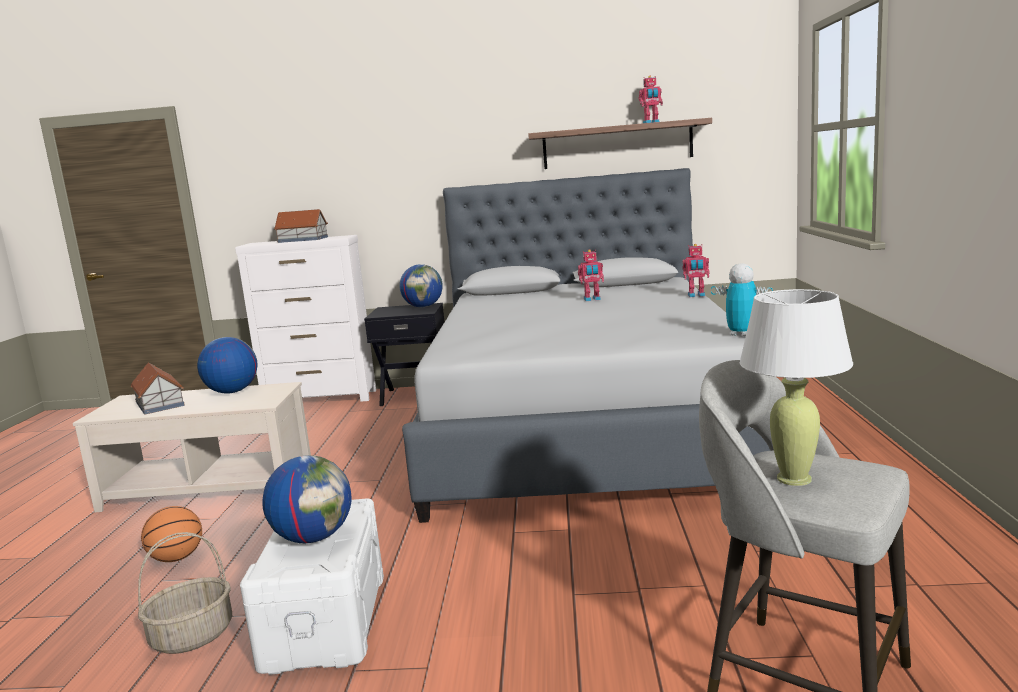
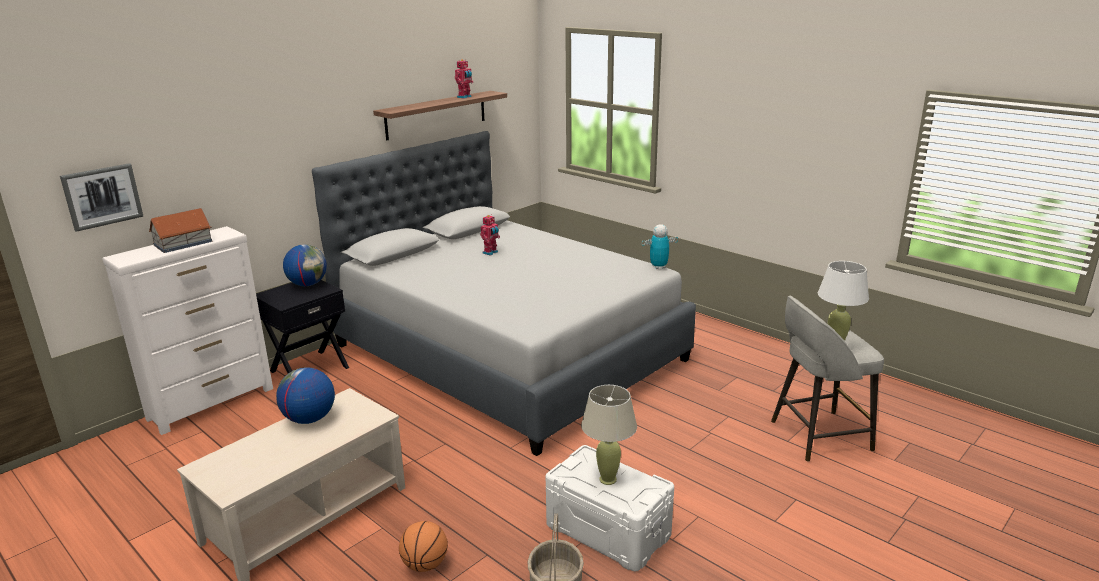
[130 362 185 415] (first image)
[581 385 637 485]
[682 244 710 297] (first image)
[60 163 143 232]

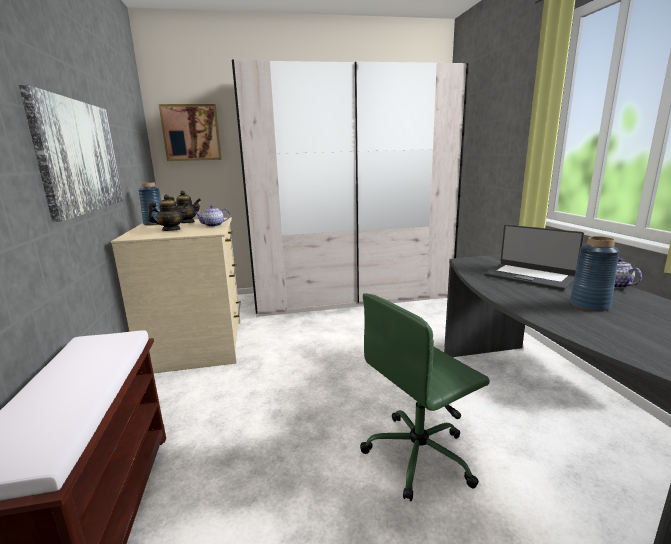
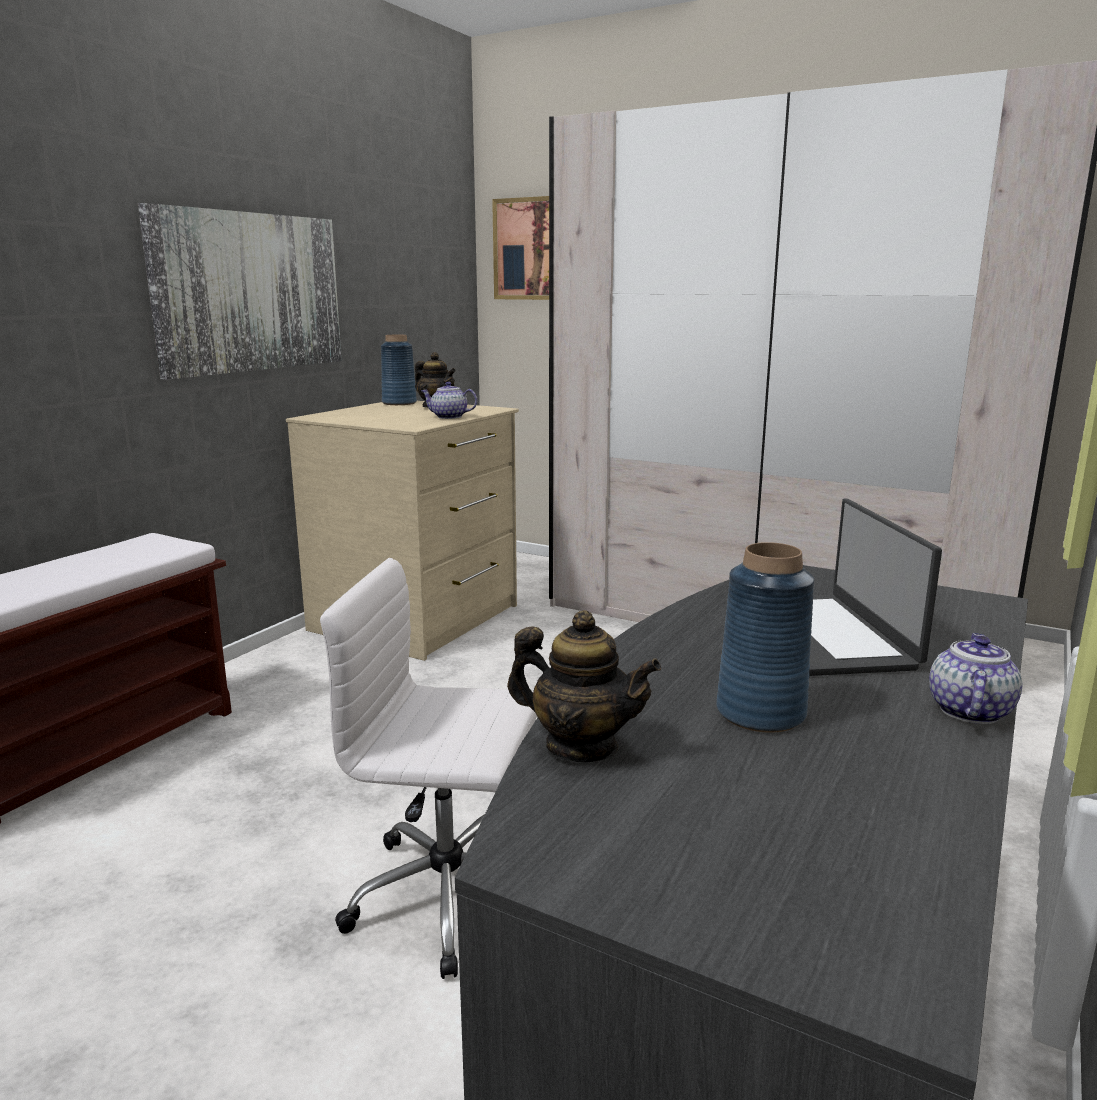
[507 610 661 762]
[320 558 537 979]

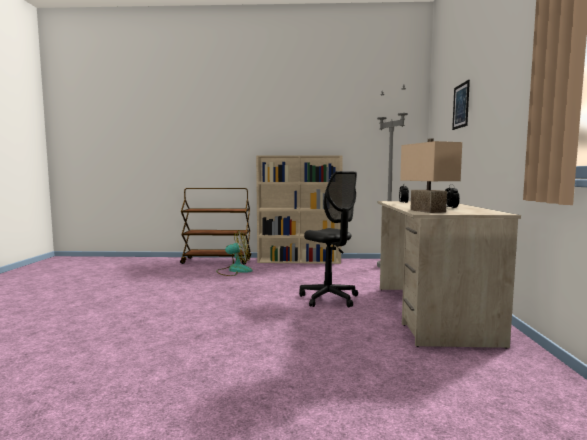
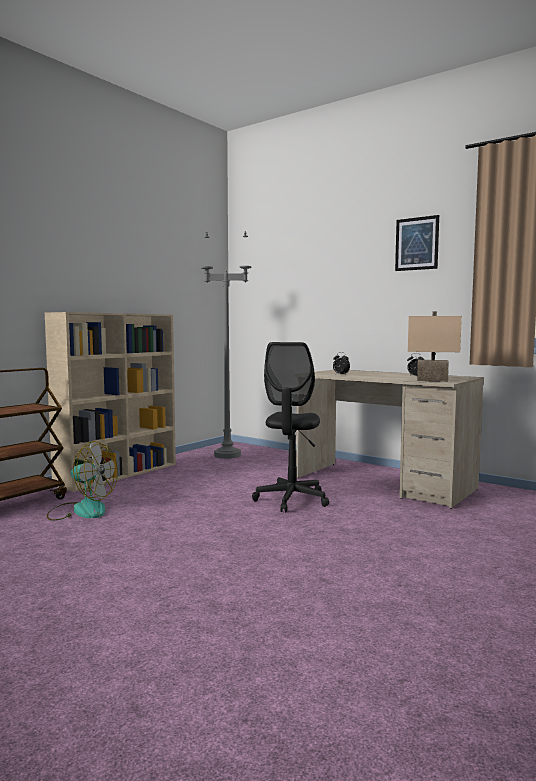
[47 441 118 521]
[252 342 329 512]
[395 215 439 271]

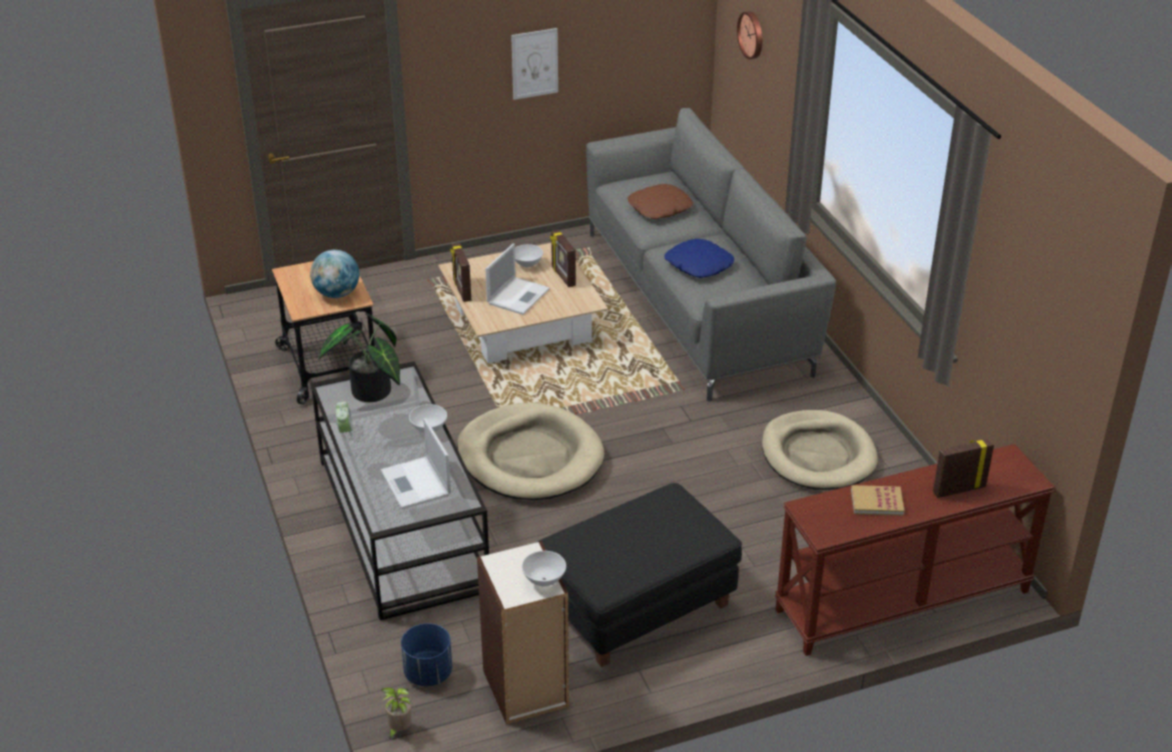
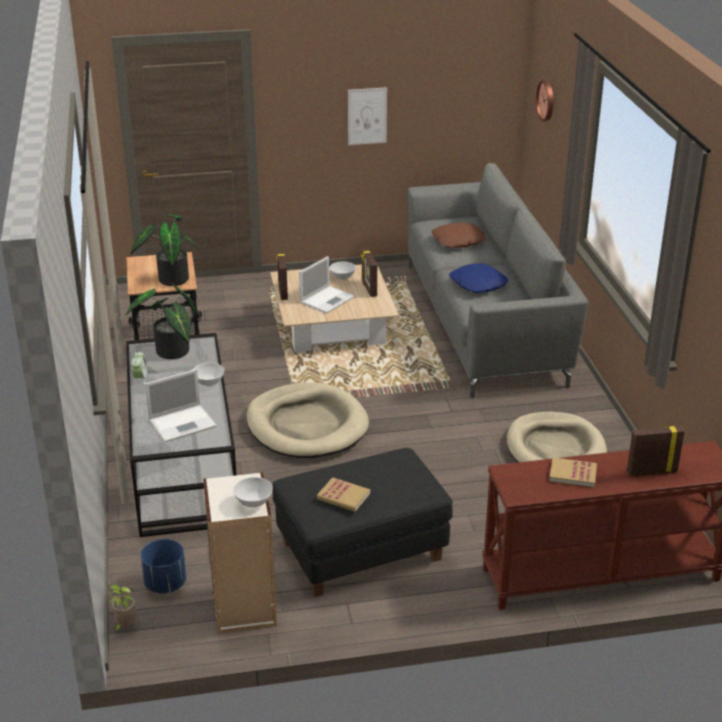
[130 214 200 286]
[145 369 217 442]
[317 477 370 512]

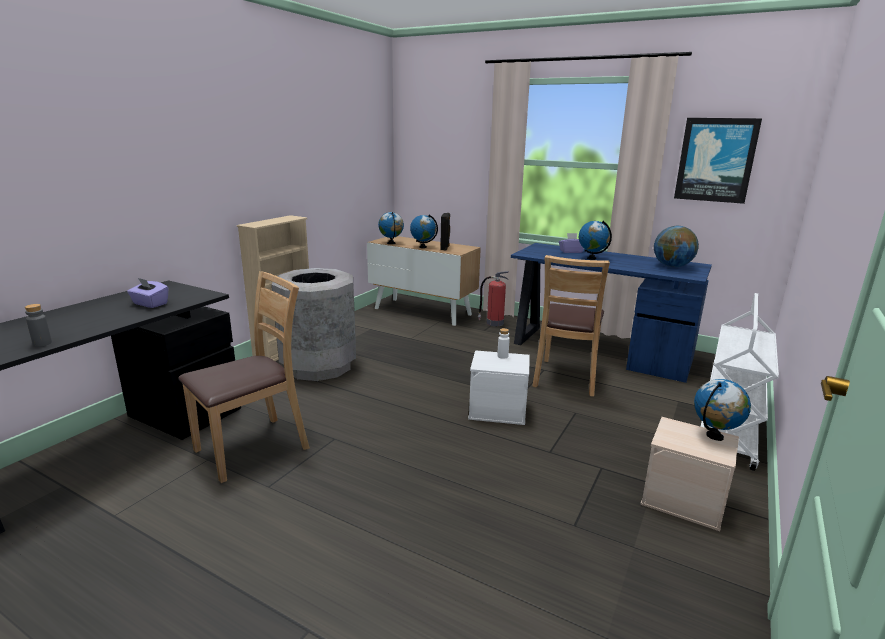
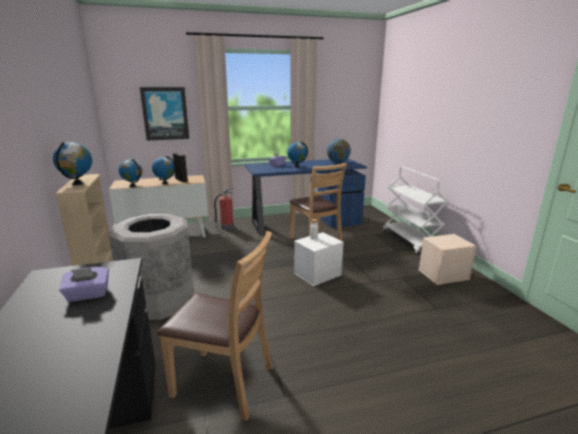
[25 304 52 347] (first image)
[157 231 272 421]
[140 87 189 140]
[53 142 92 185]

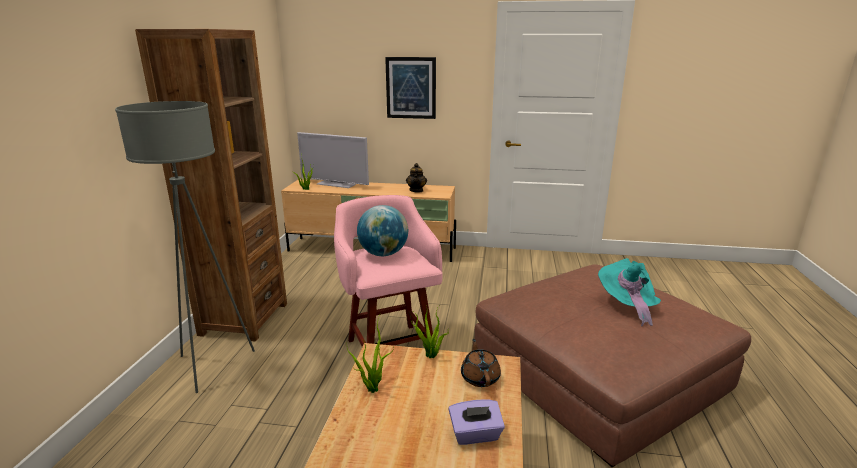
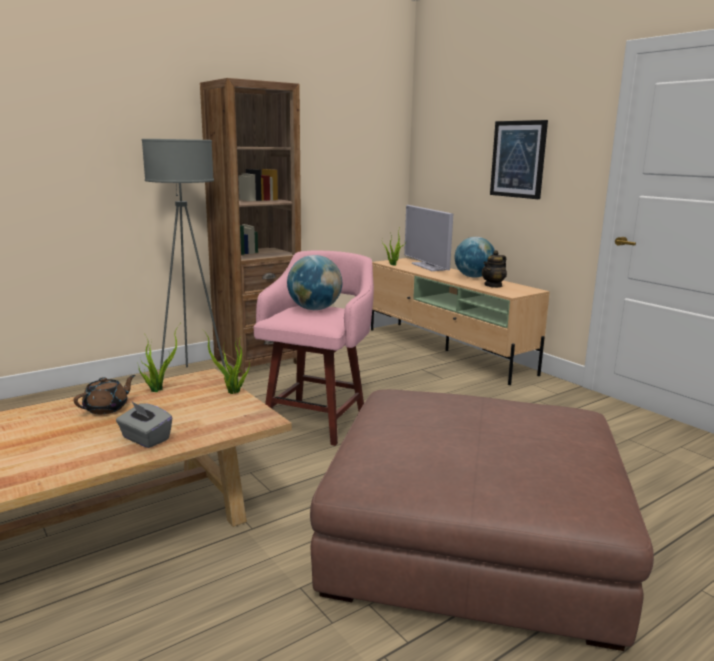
[116 402 172 448]
[74 375 135 414]
[598 258 661 326] (first image)
[455 237 495 278]

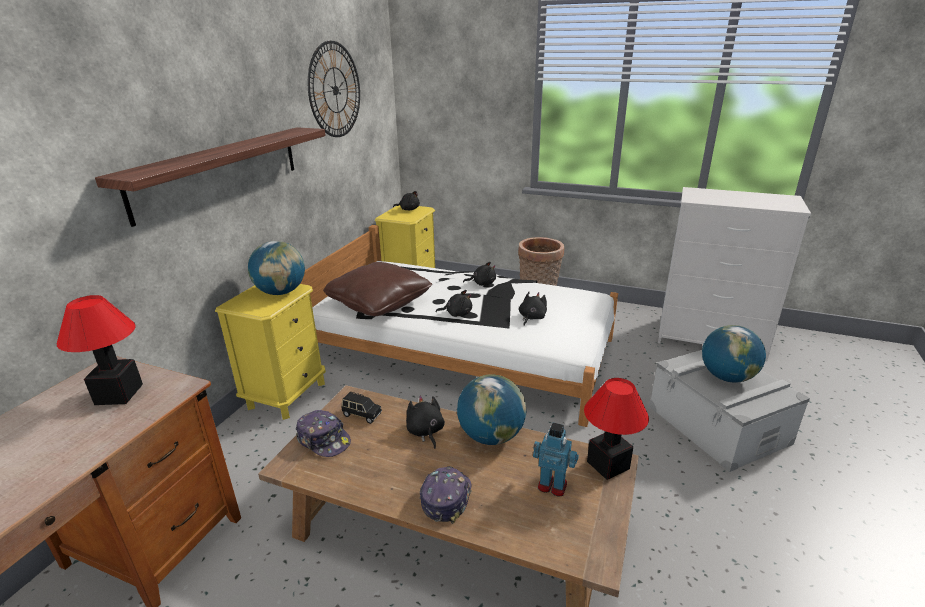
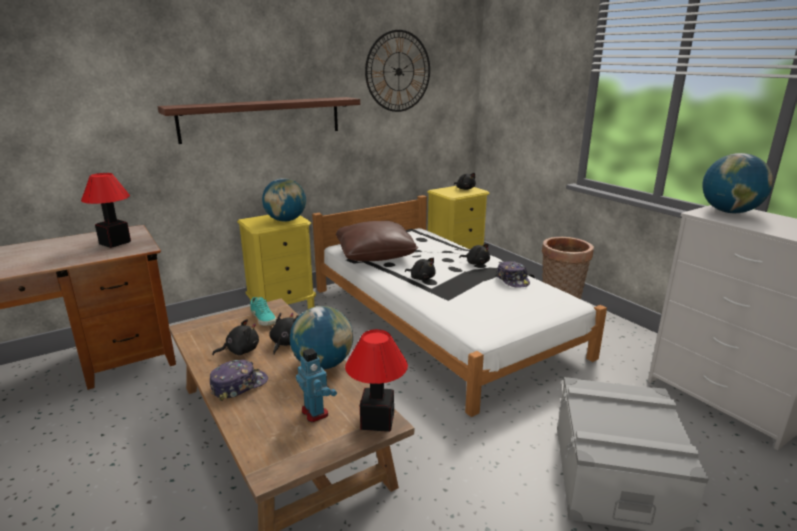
[496 261 530 288]
[250 297 277 326]
[212 319 259 355]
[702 153 773 213]

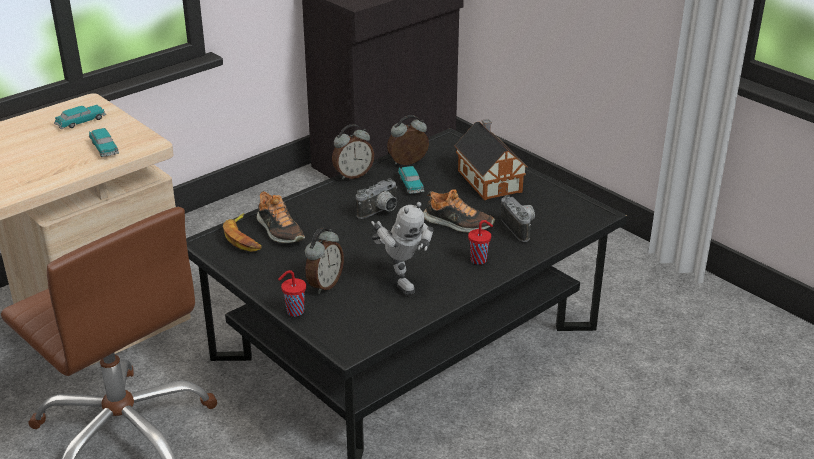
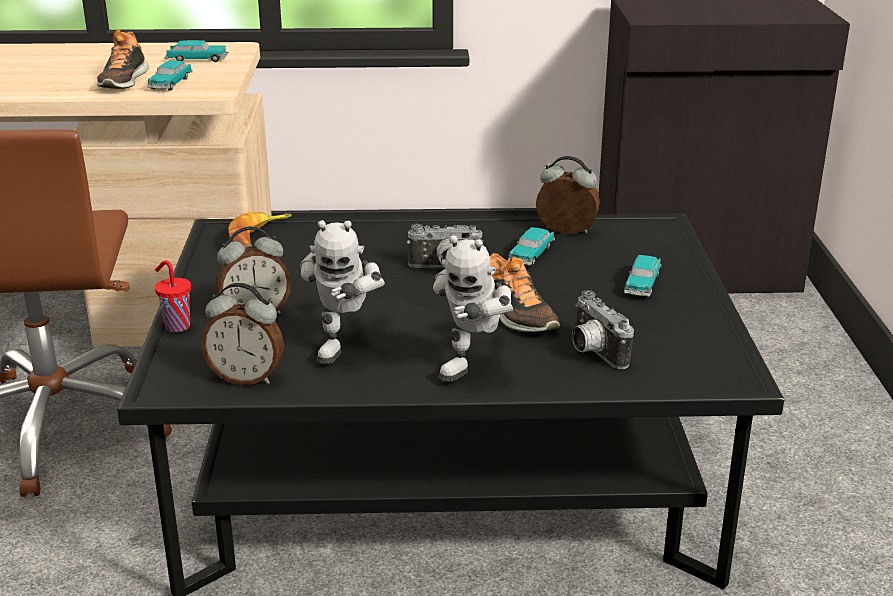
[97 30 149 89]
[201 283 284 385]
[624 255 661 297]
[433 235 513 382]
[572 290 634 369]

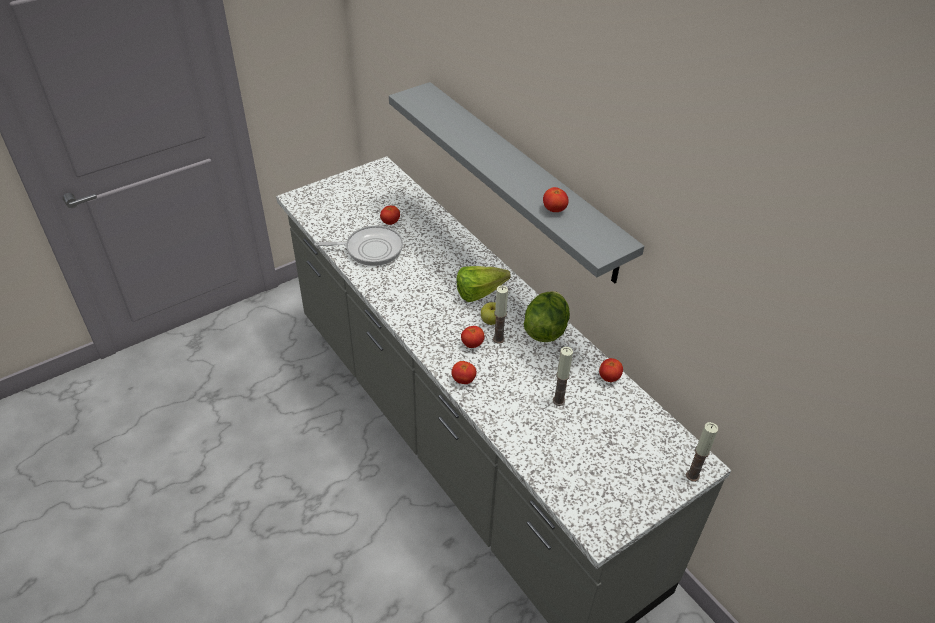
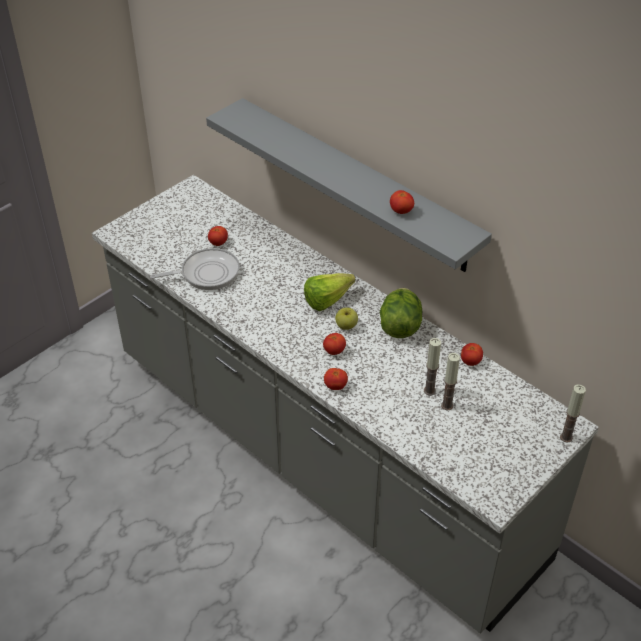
[441 353 460 410]

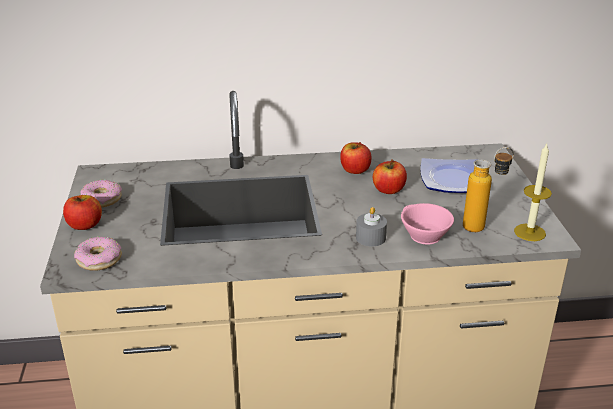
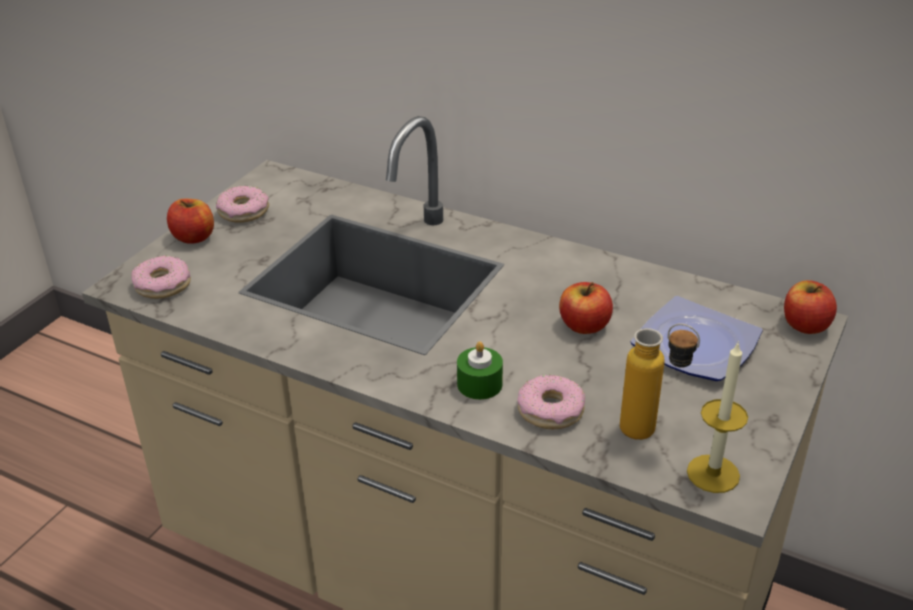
[784 280 837 334]
[457 342 503 400]
[517 375 585 429]

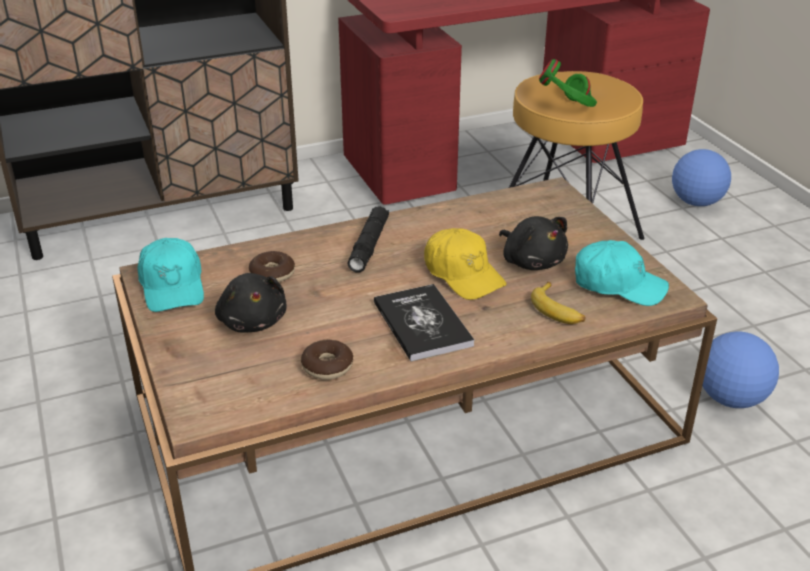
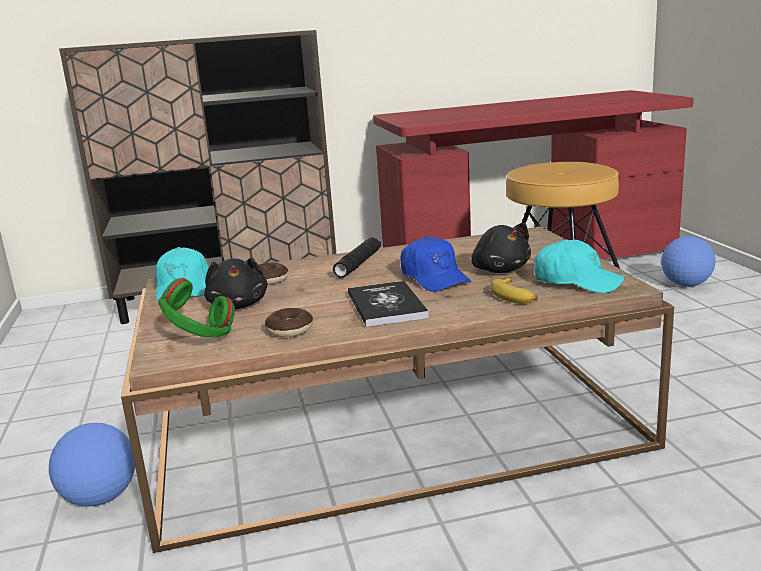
[400 236 472 292]
[159 278 235 337]
[49 423 135 507]

